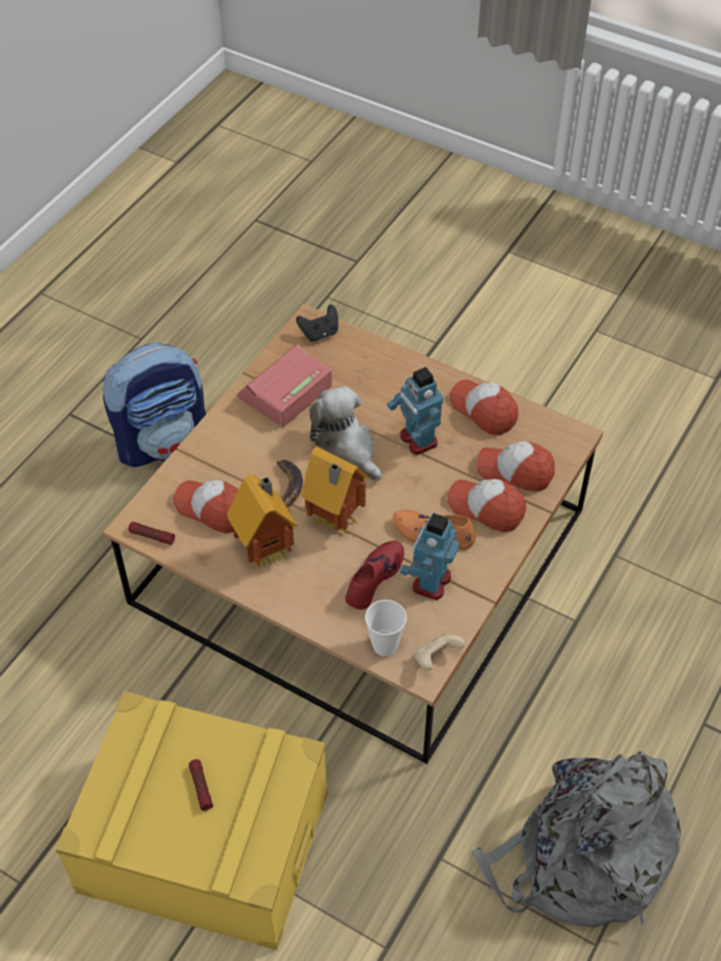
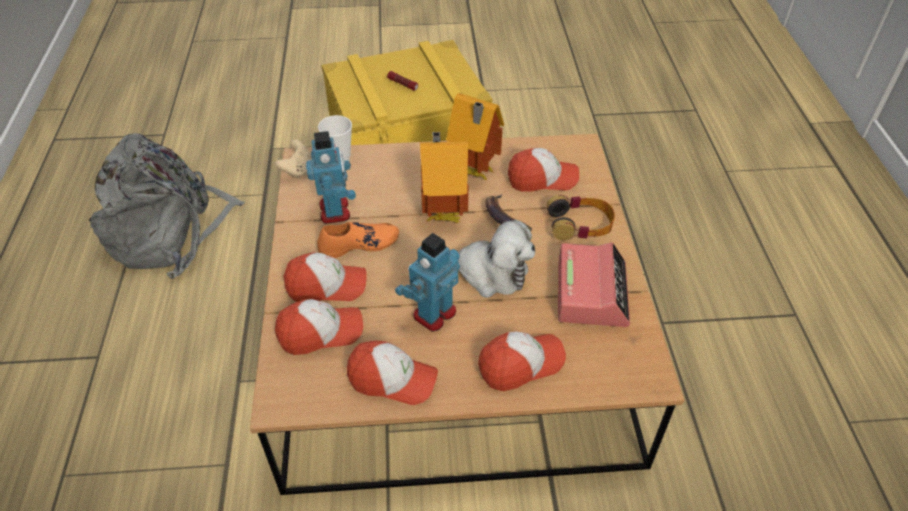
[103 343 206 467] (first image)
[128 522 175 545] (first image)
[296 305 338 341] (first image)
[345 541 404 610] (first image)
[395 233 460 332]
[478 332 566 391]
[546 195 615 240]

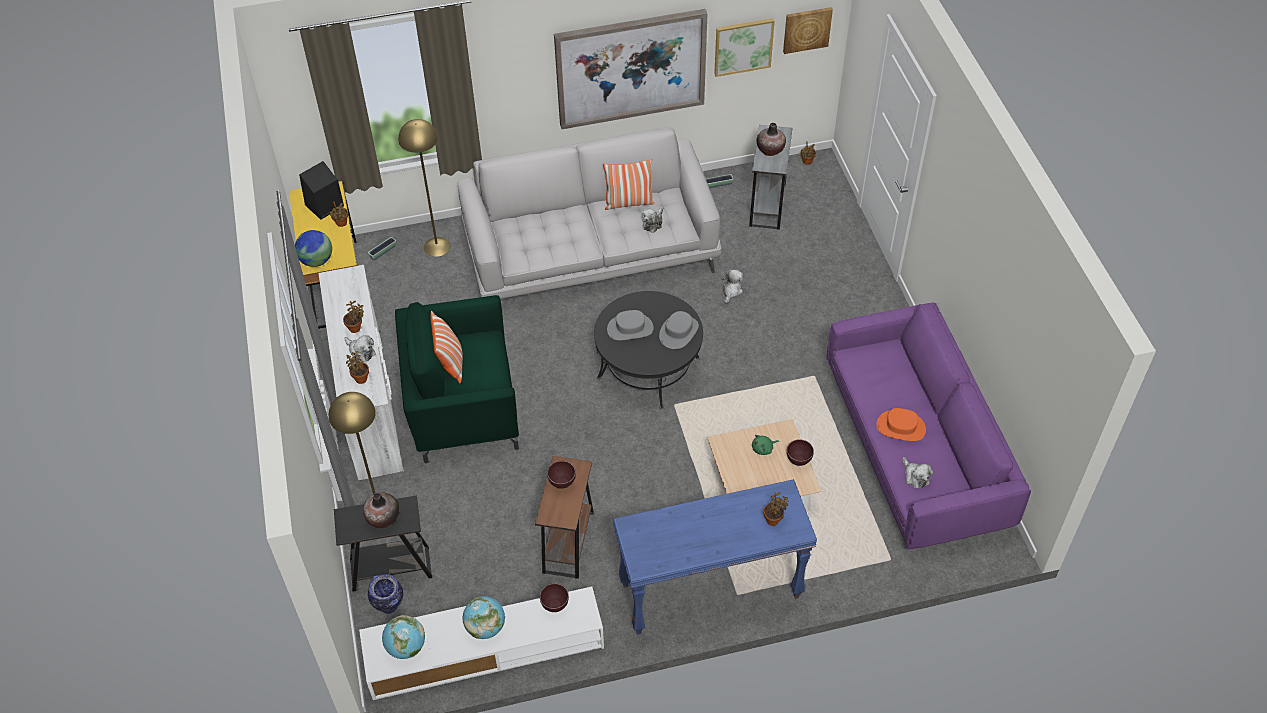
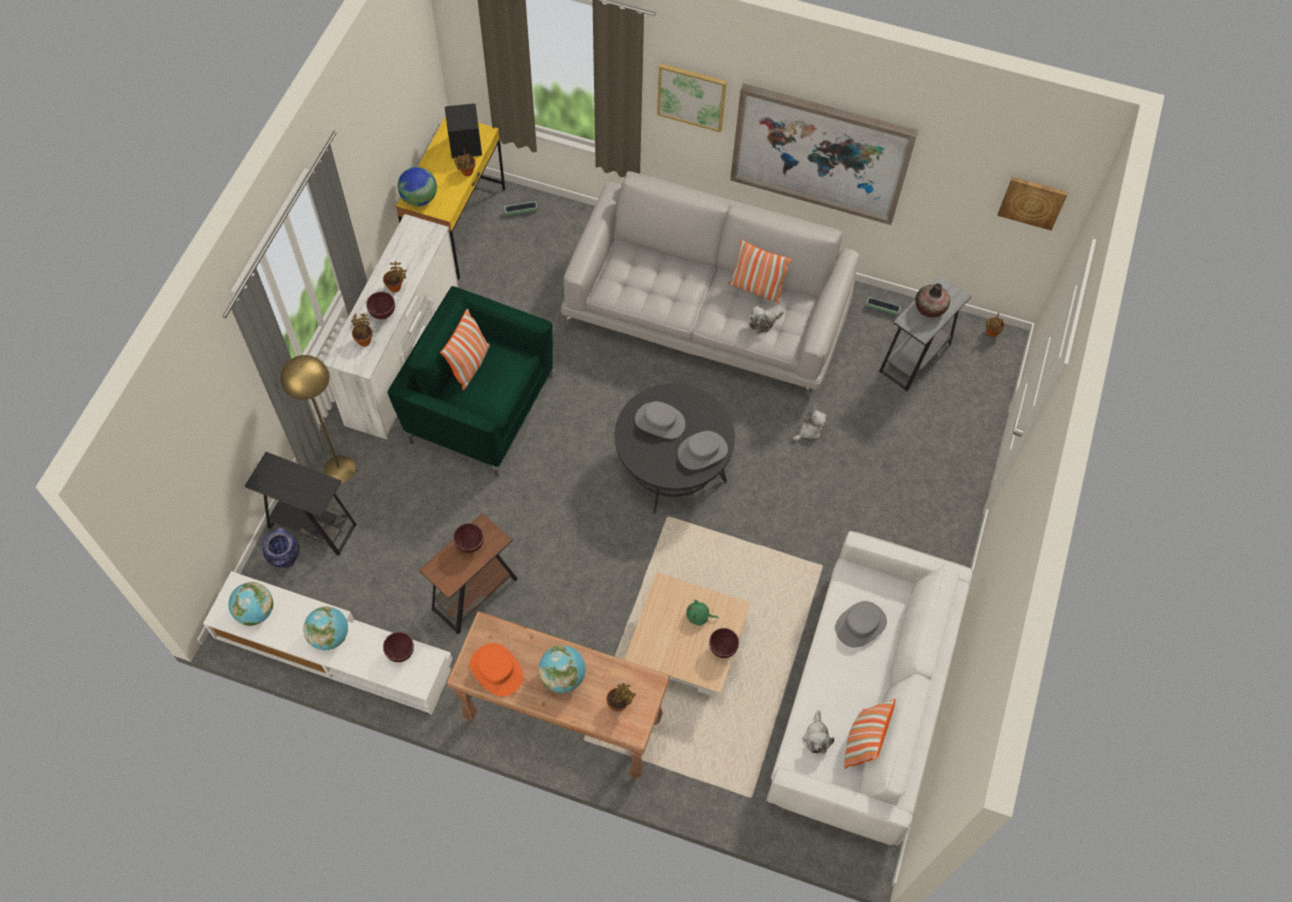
[366 292 395 319]
[363 493 399 528] (first image)
[398 119 450 257] (first image)
[447 611 670 779]
[657 63 727 133]
[767 531 974 845]
[470 643 523 697]
[539 645 586 693]
[835 601 887 647]
[844 699 896 769]

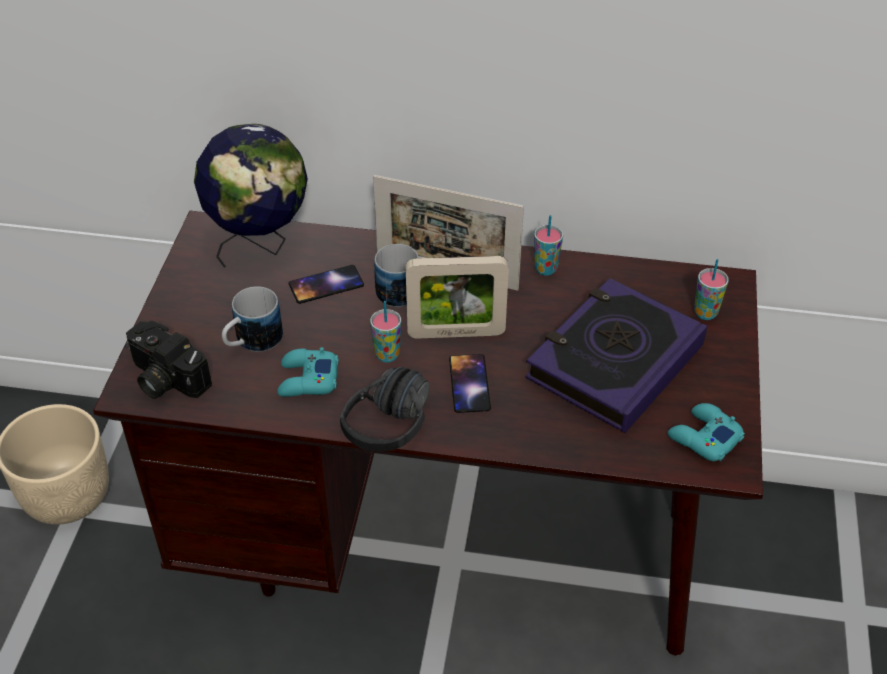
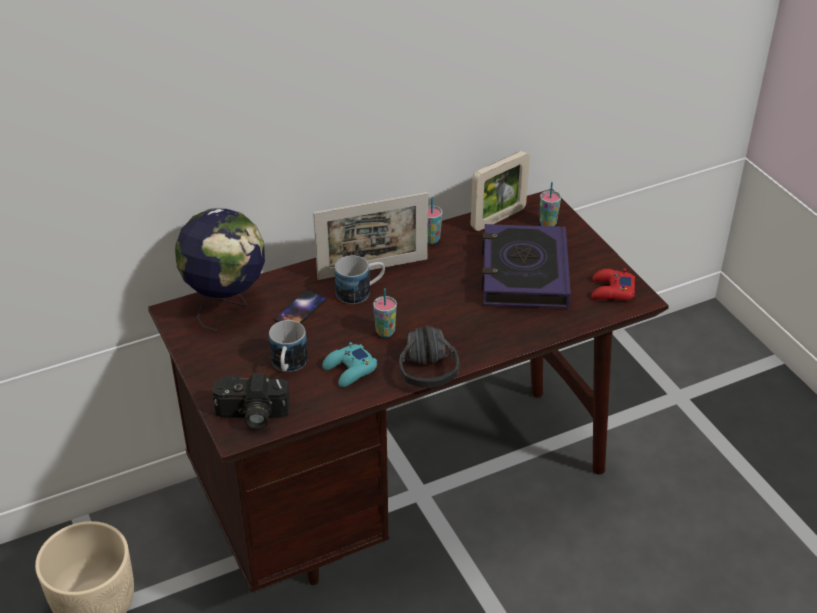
[470 151 530 231]
[449 354 491 413] (first image)
[591 268 635 301]

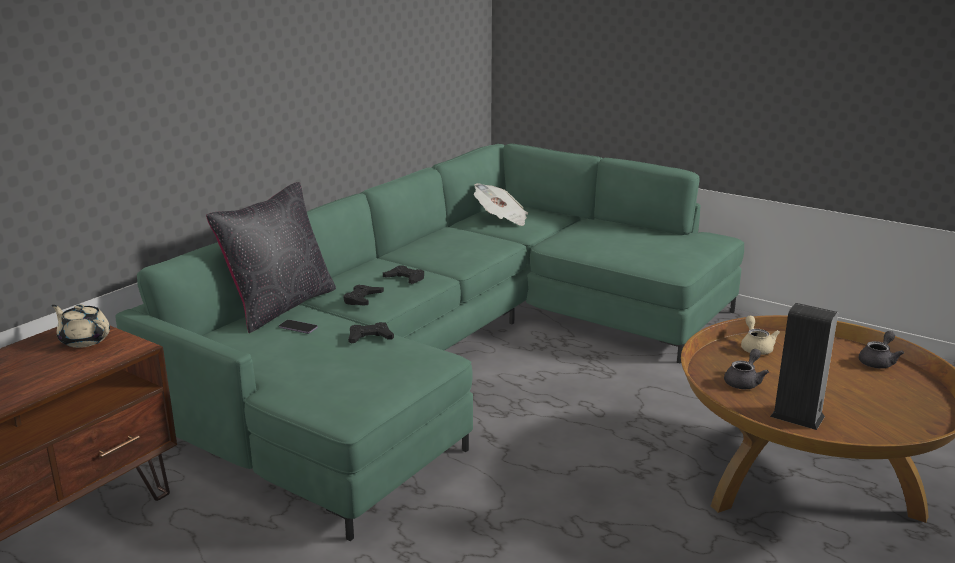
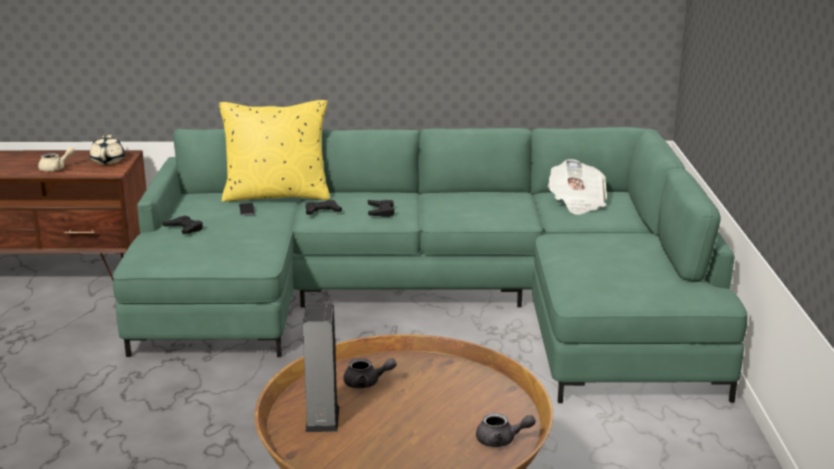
[219 100 330 202]
[163 216 203 234]
[38 147 75 172]

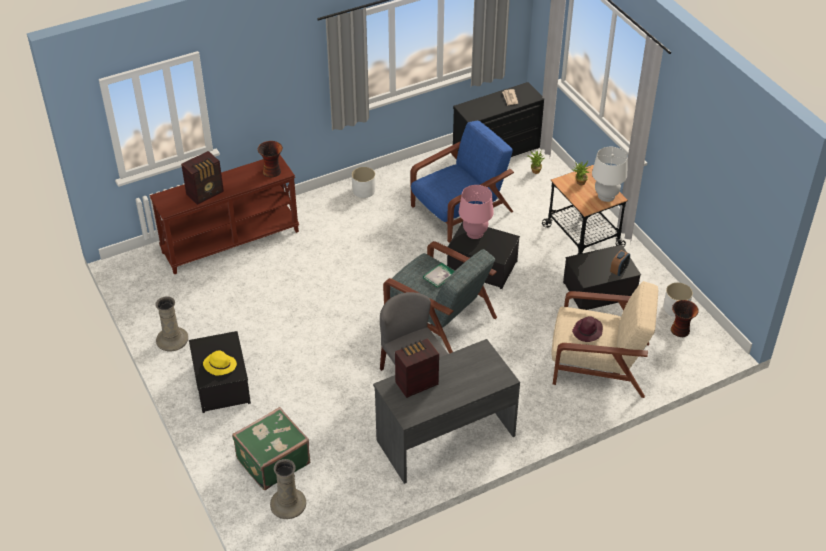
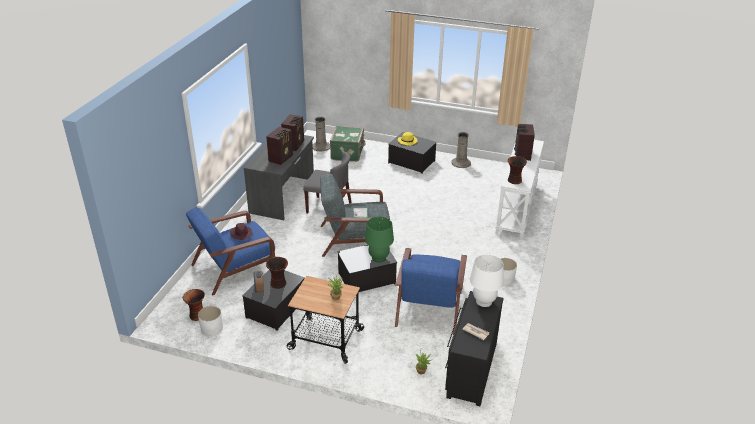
[495 140 544 239]
[365 217 394 263]
[186 207 275 295]
[470 255 504 307]
[266 127 293 165]
[266 257 288 289]

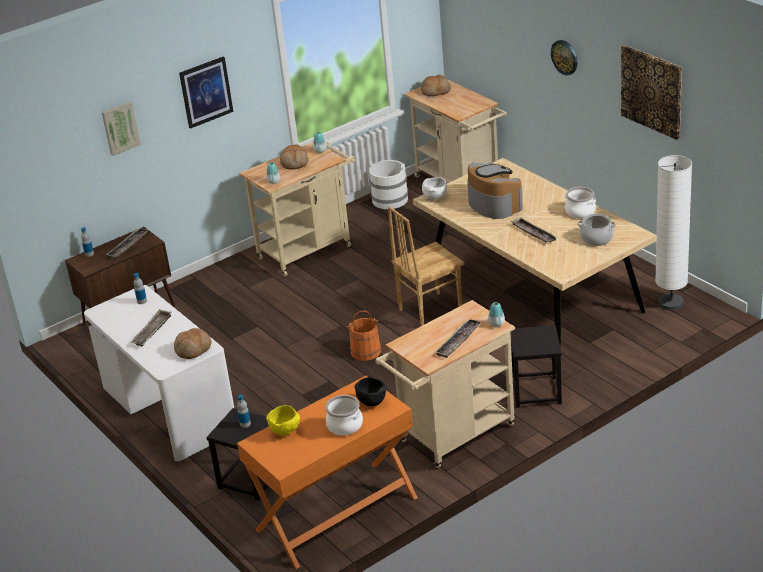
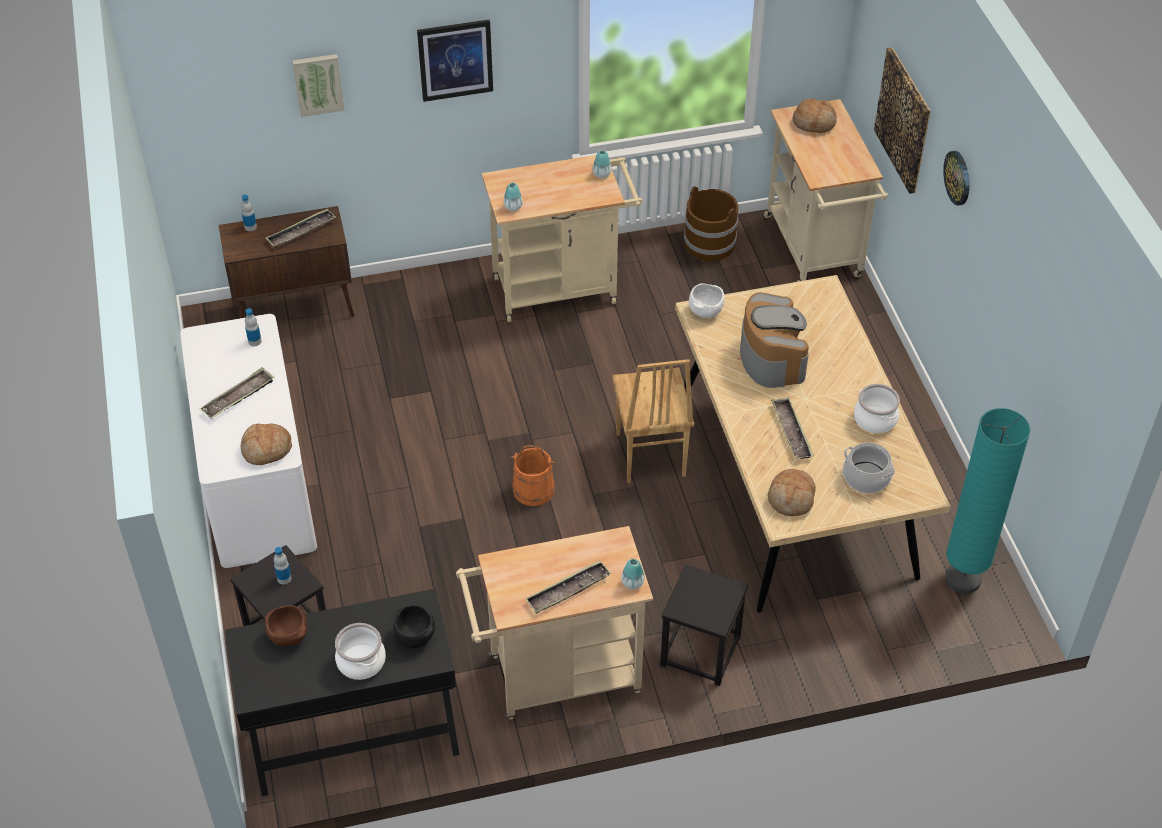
[225 589 460 796]
[265 605 307 646]
[768 469 816 516]
[684 186 738 261]
[612 359 694 483]
[874 48 931 194]
[946 408 1030 594]

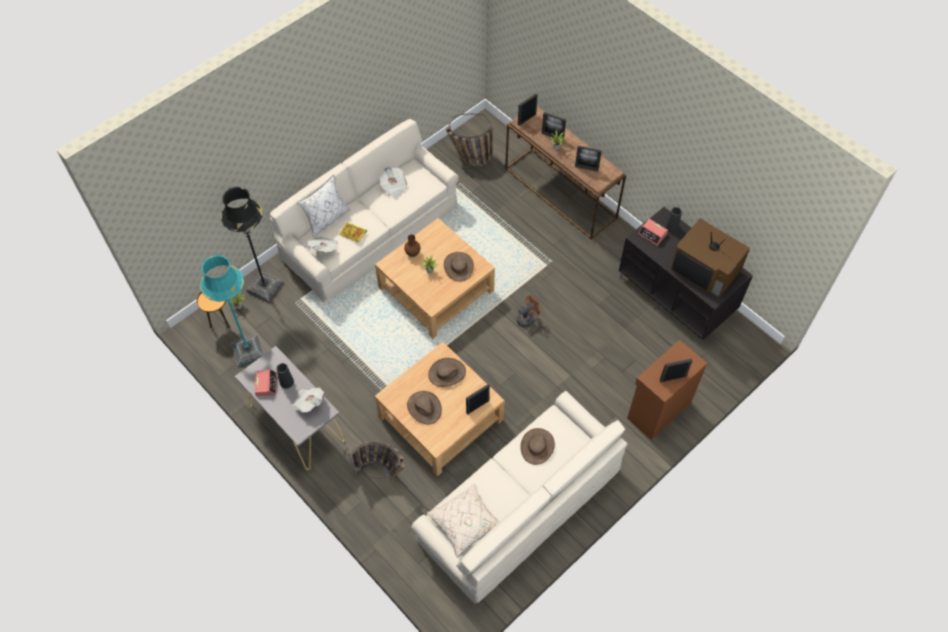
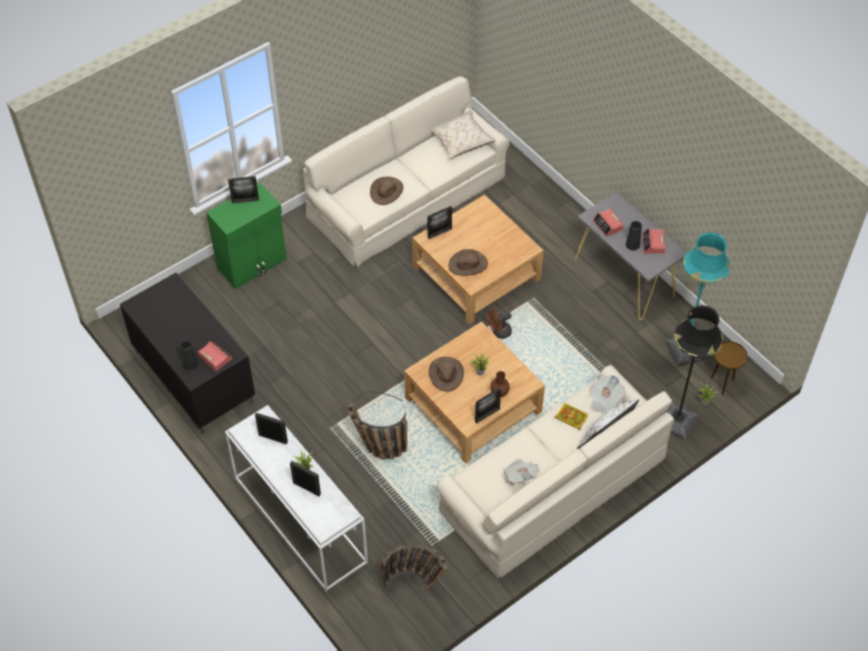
[593 209 624 237]
[348 391 407 460]
[407 391 442 424] (first image)
[225 405 368 592]
[487 308 512 339]
[475 387 501 423]
[206 183 287 289]
[671 219 750 298] (first image)

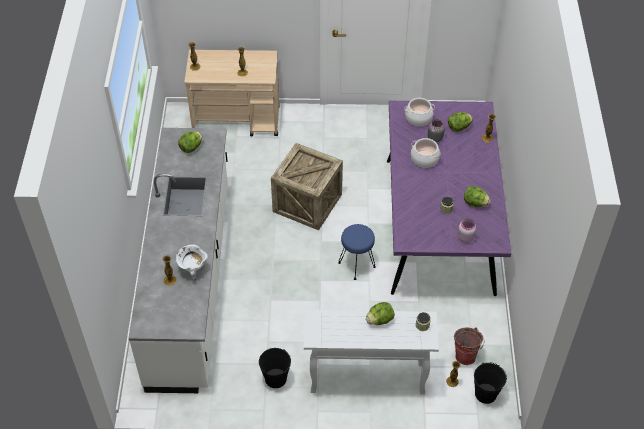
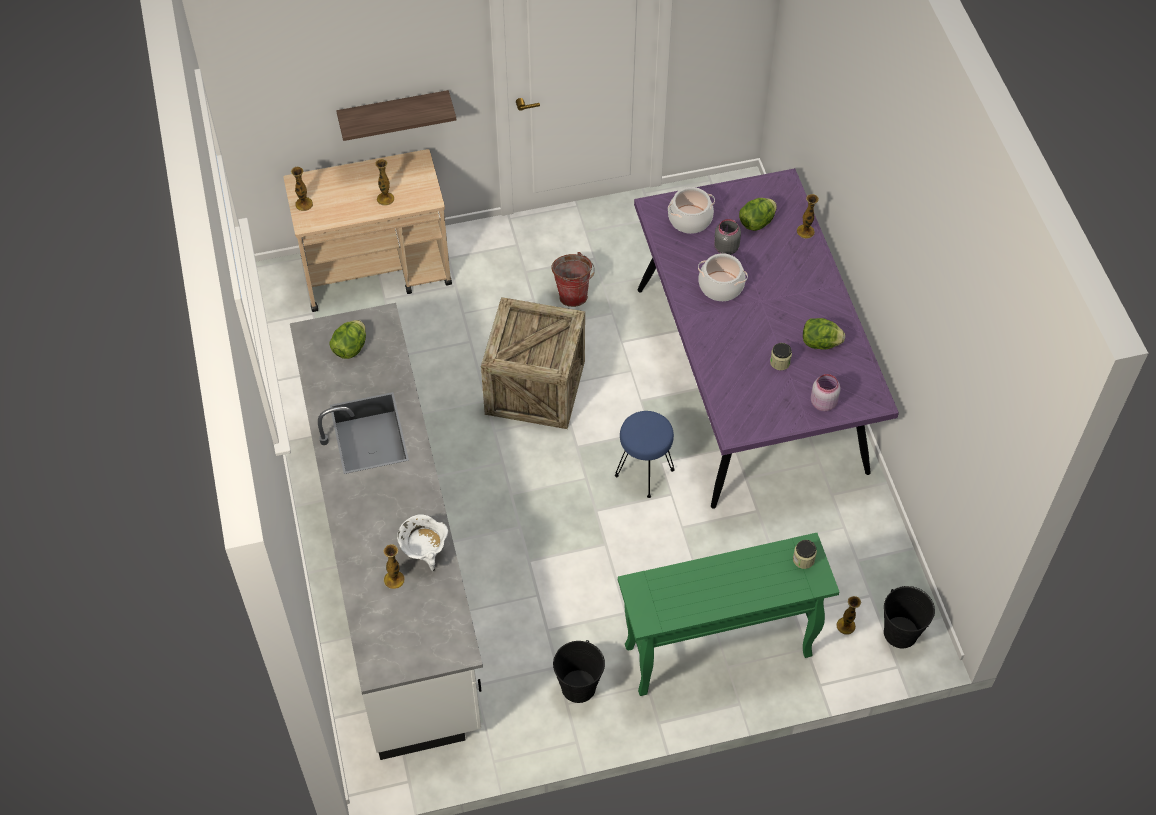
[618 533 839 696]
[366 302 395 325] (first image)
[552 252 594 307]
[336 90 456 141]

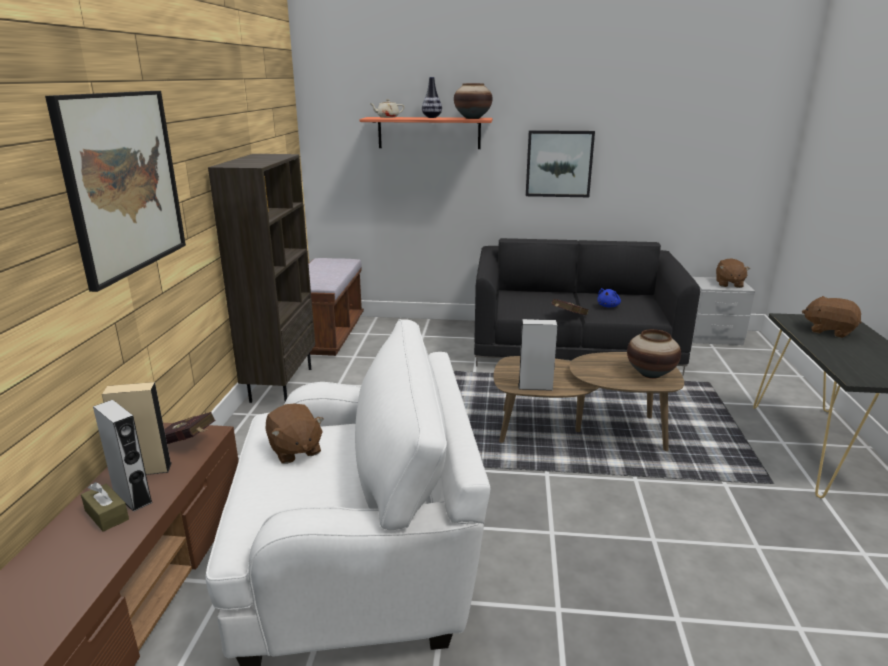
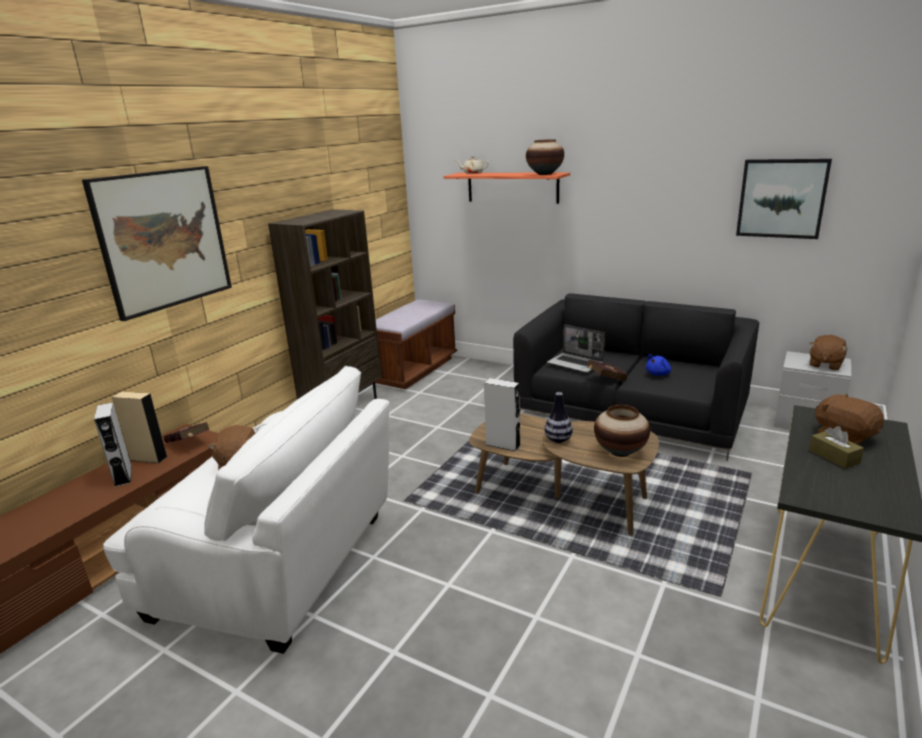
[809 426 864 469]
[545 392 573 443]
[736 159 832 239]
[547 325 605 373]

